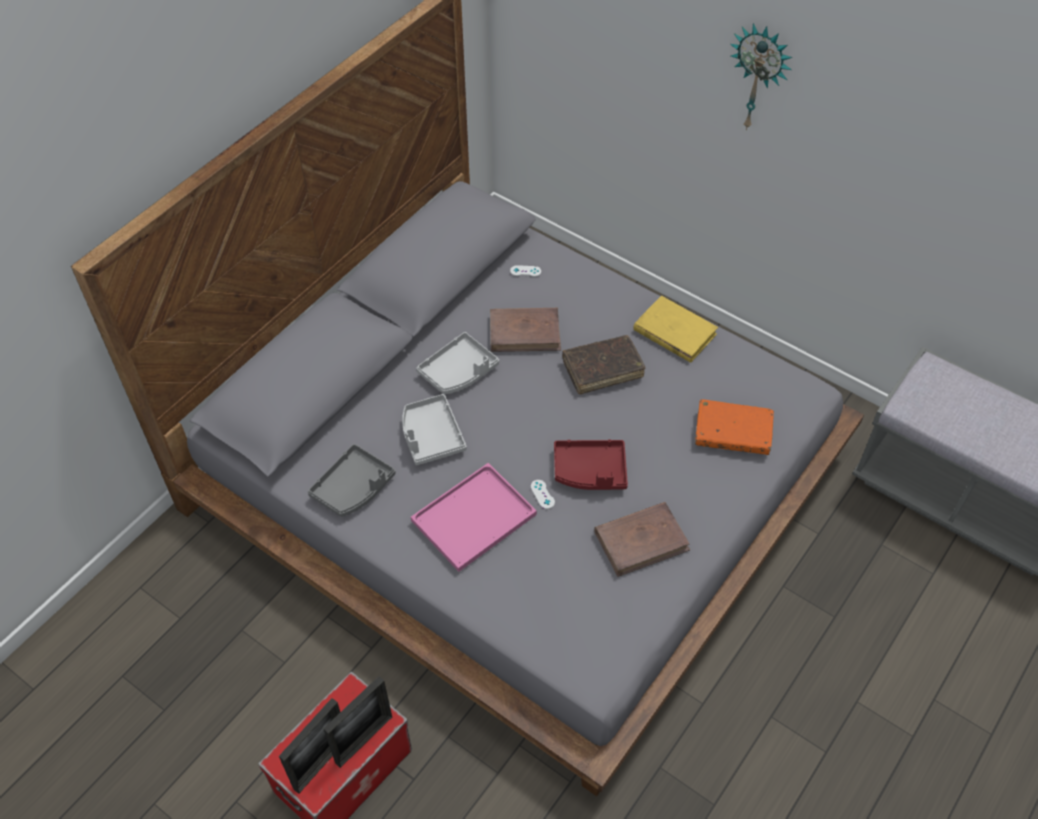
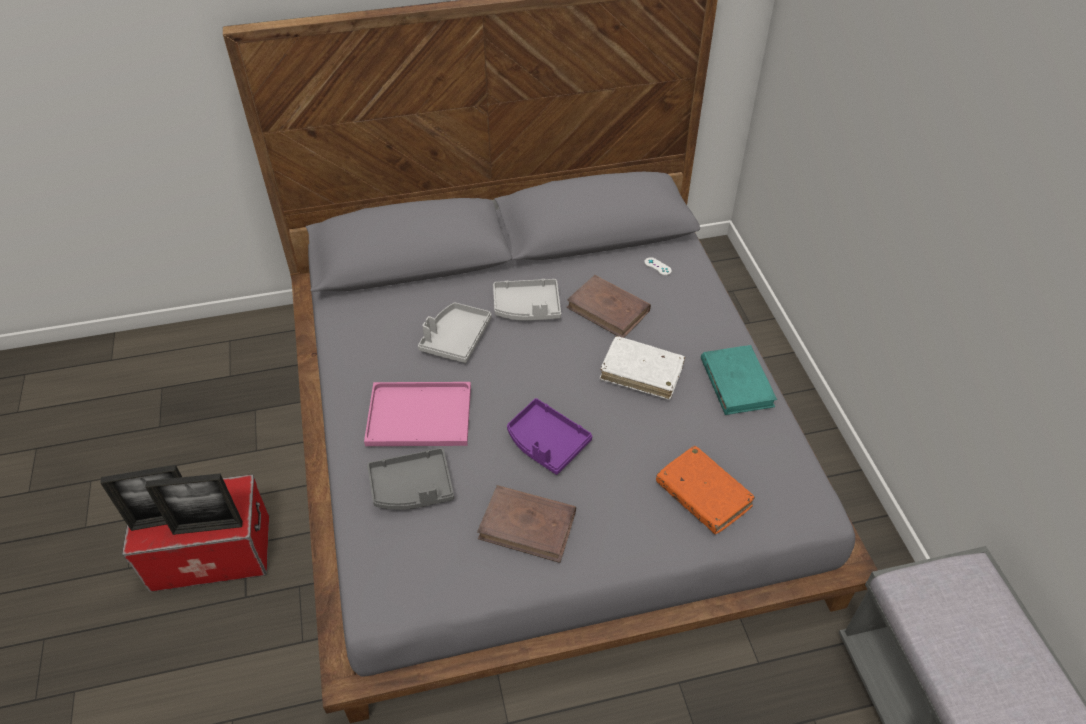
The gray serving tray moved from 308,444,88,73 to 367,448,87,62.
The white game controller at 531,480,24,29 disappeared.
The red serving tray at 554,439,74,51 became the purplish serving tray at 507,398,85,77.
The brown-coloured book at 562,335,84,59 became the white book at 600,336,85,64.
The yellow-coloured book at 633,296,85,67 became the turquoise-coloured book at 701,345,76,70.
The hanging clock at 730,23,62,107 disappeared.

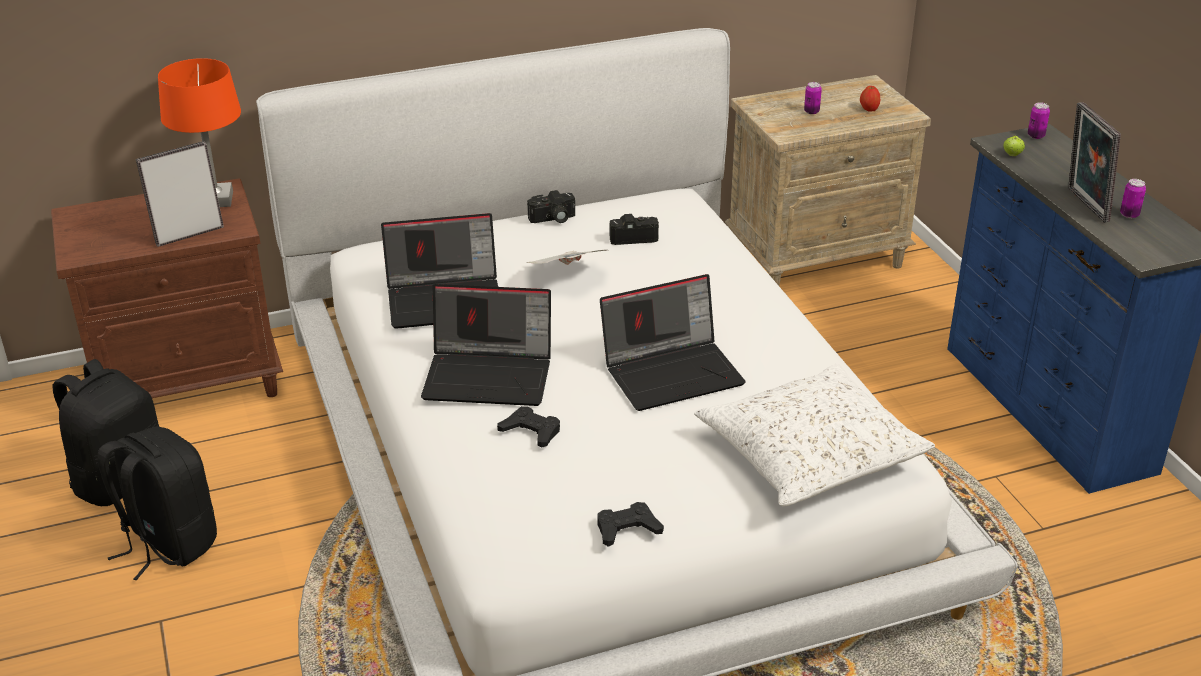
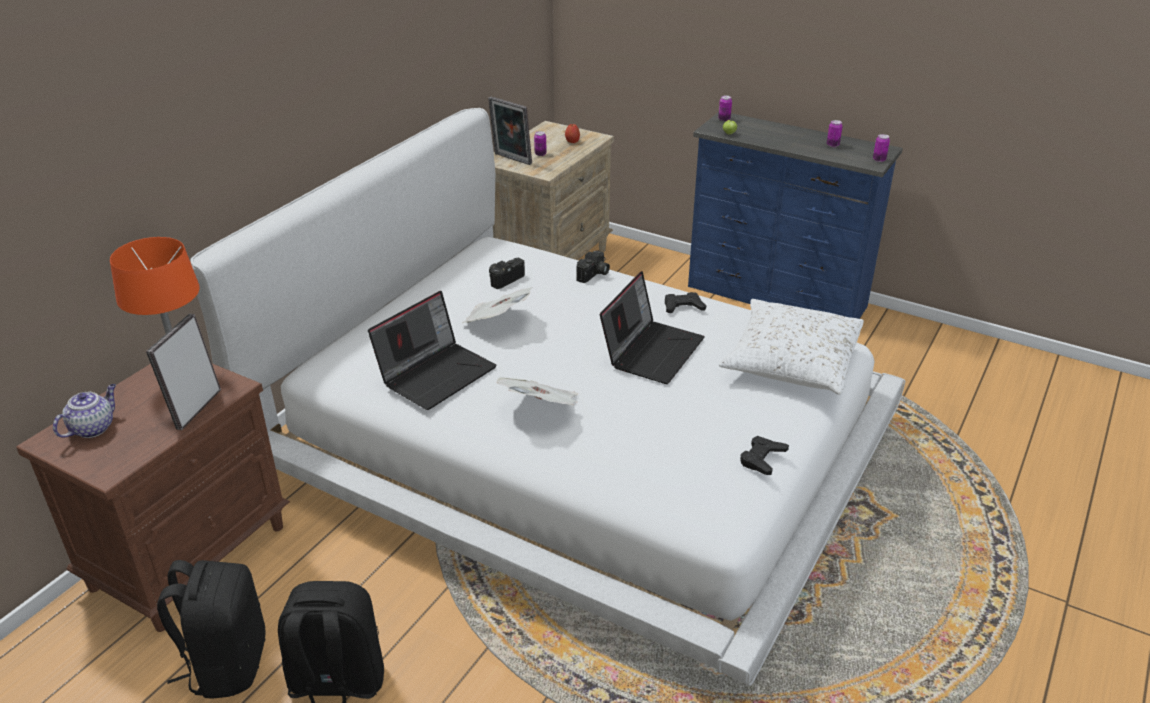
The portable computer at 421,284,130,122 was replaced by the printed paper at 497,377,81,29.
The black game controller moved from 497,406,63,42 to 665,292,41,21.
The photo camera moved from 527,190,48,33 to 576,250,34,33.
The standing frame moved from 1068,102,53,121 to 488,97,44,68.
The tea pot at 53,384,63,54 appeared.
The sealed can at 873,134,17,28 appeared.

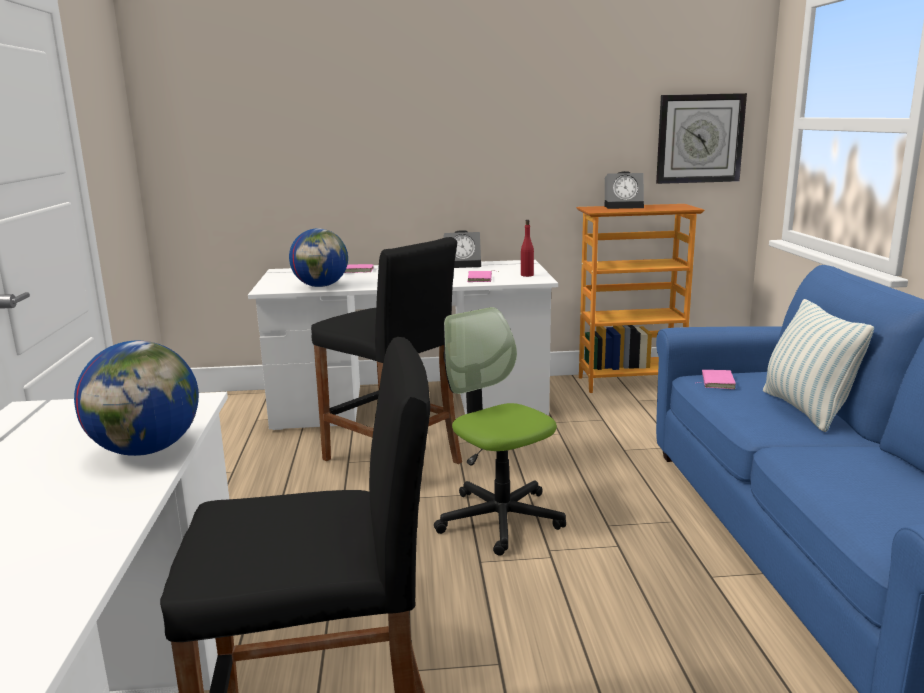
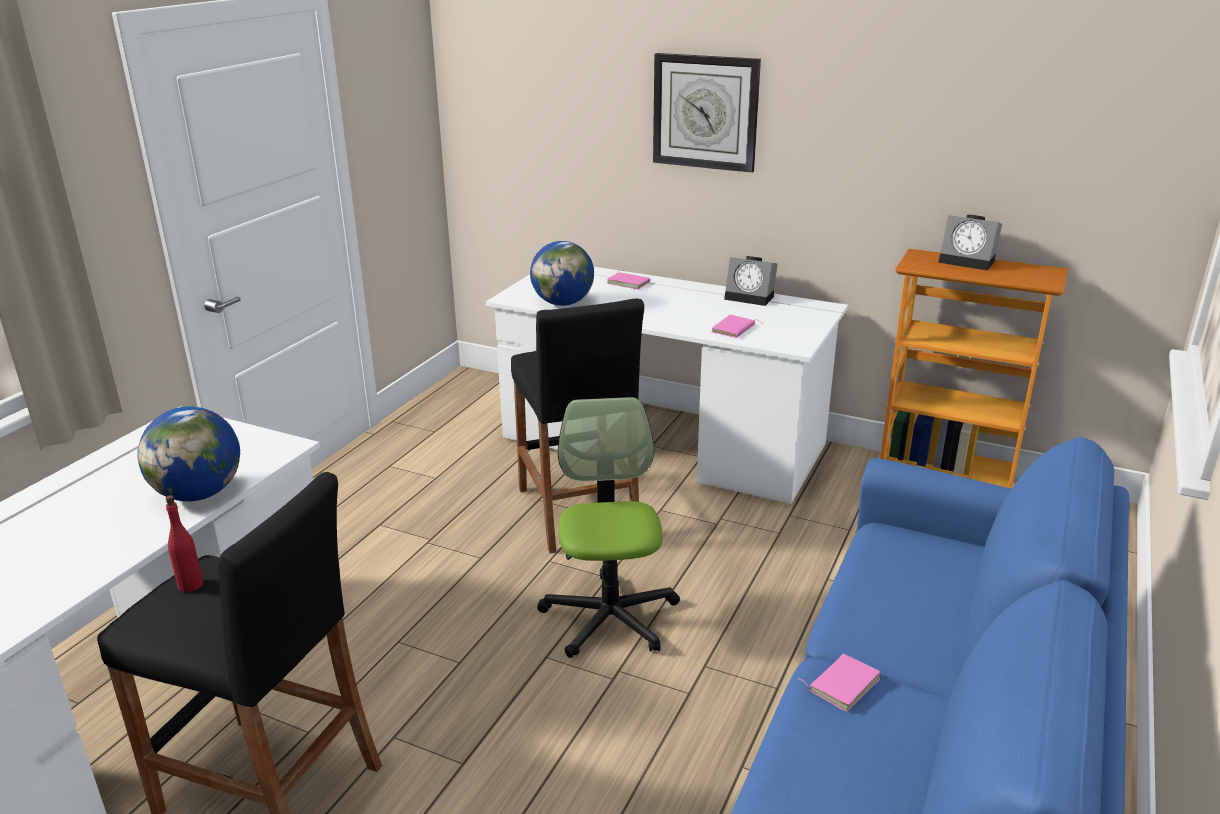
The red beverage bottle moved from 521,220,13,57 to 165,495,38,97.
The hanging clock moved from 656,93,91,91 to 653,53,108,120.
The pink book moved from 697,370,39,19 to 798,654,82,58.
The pillow at 763,299,111,133 disappeared.

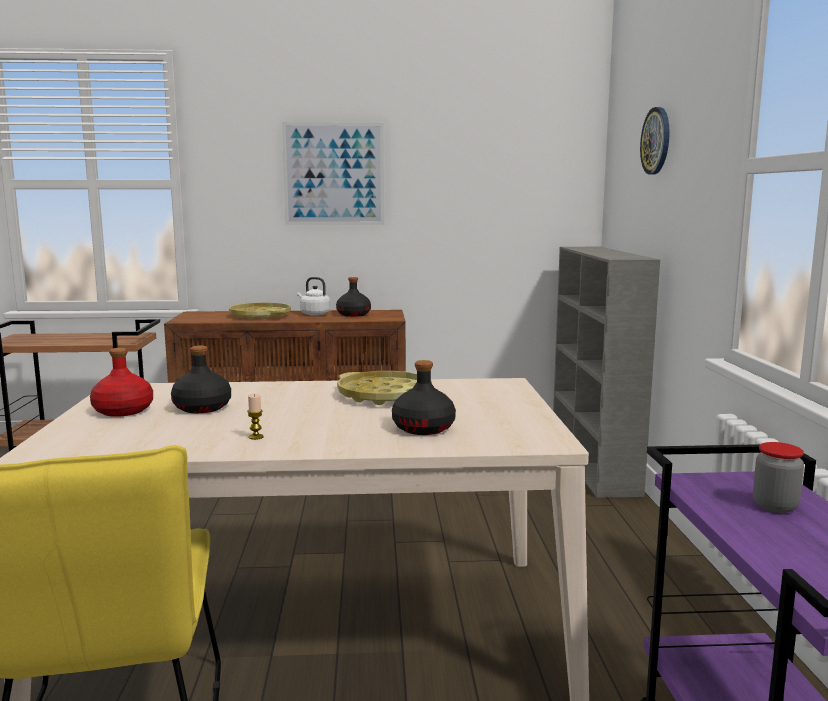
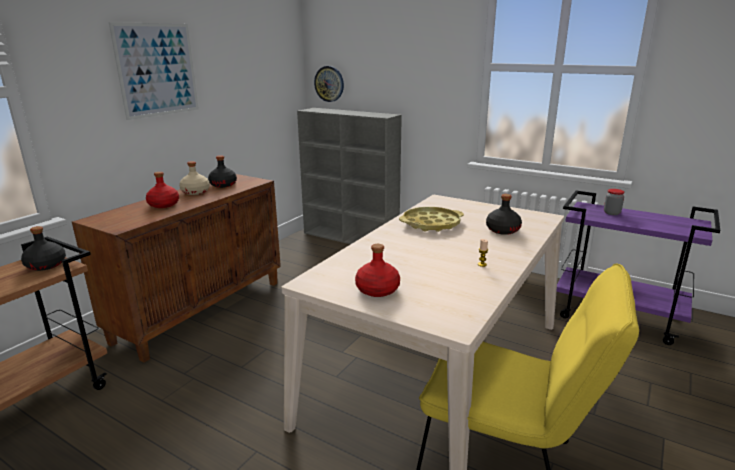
The black beverage bottle moved from 171,345,60,68 to 21,226,45,45.
The yellow-coloured serving tray at 229,303,62,17 was replaced by the red beverage bottle at 146,172,33,36.
The white water kettle at 297,277,34,39 was replaced by the sand-coloured beverage bottle at 179,161,31,34.
The hanging clock moved from 640,107,30,68 to 314,66,30,36.

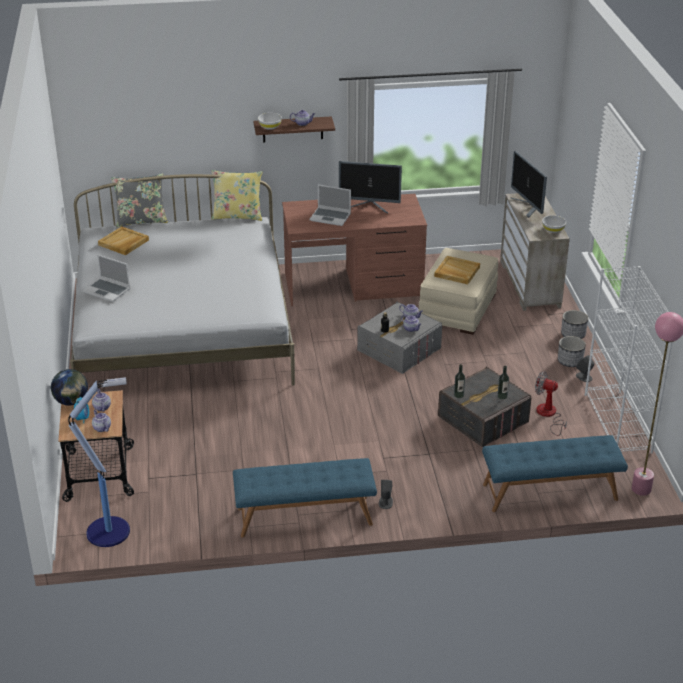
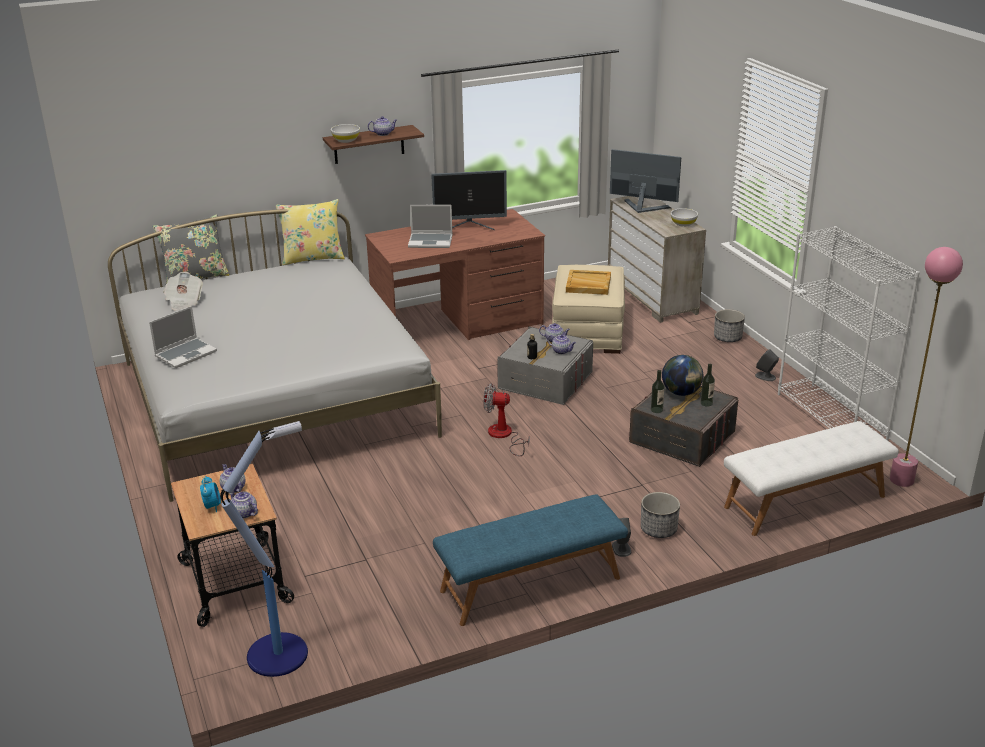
The desk globe moved from 51,369,37,37 to 662,355,41,41.
The portable computer at 83,254,47,48 turned 60 degrees counterclockwise.
The sand-coloured serving tray at 98,226,51,29 was replaced by the printed paper at 163,272,40,38.
The blue indoor bench at 482,435,146,77 became the white indoor bench at 724,421,175,115.
The computer screen at 510,151,37,67 turned 150 degrees clockwise.
The cooling fan moved from 535,371,32,65 to 483,383,46,73.
The planter moved from 558,336,28,31 to 641,492,39,46.

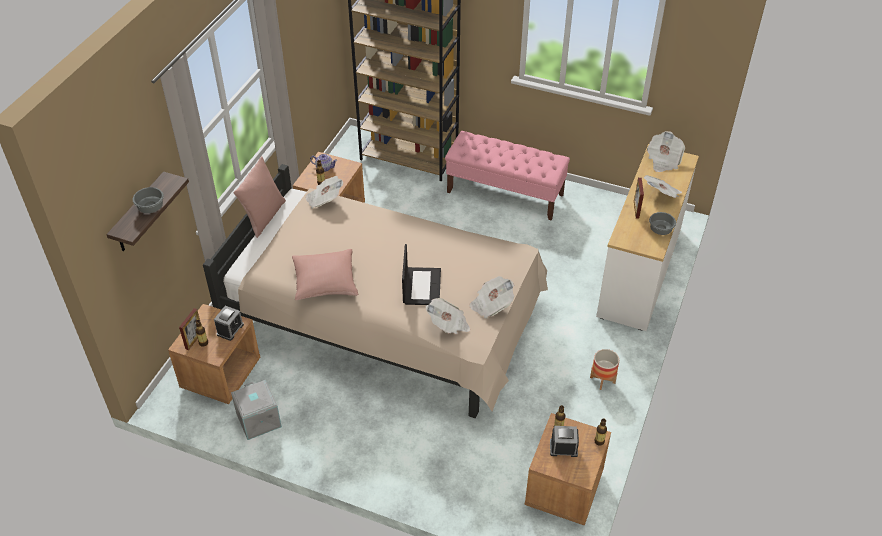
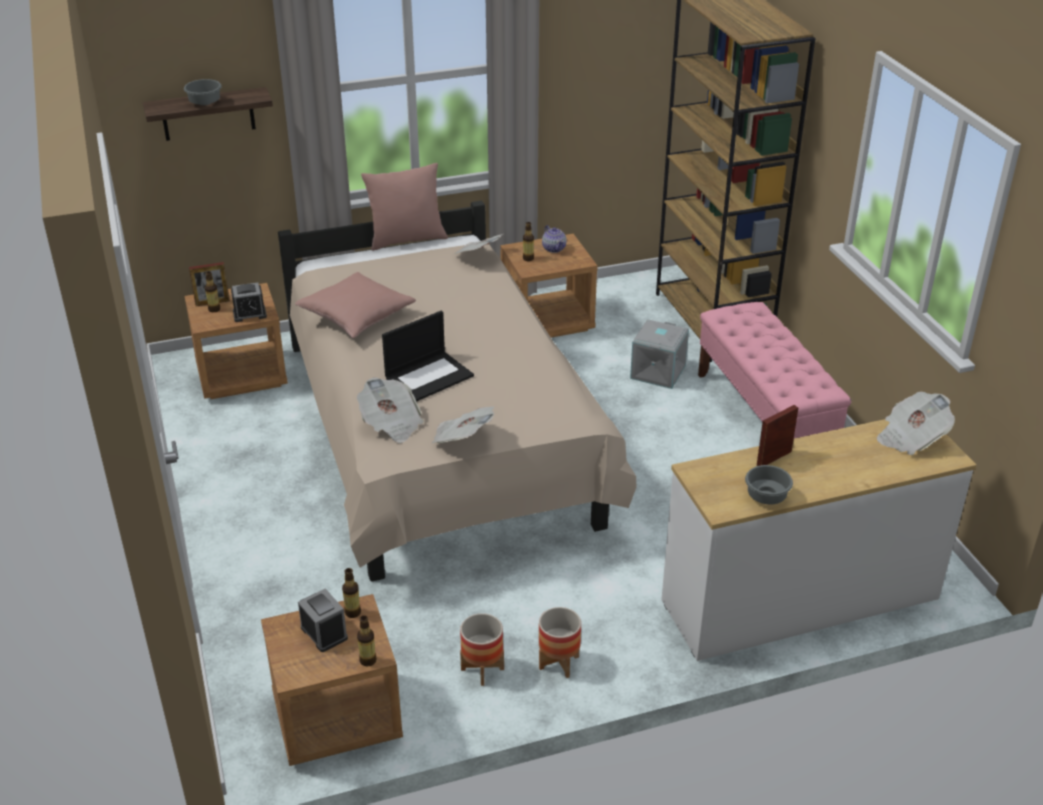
The gray storage container moved from 231,380,51,60 to 630,320,59,69.
The printed paper at 644,175,38,23 disappeared.
The planter at 460,613,44,73 appeared.

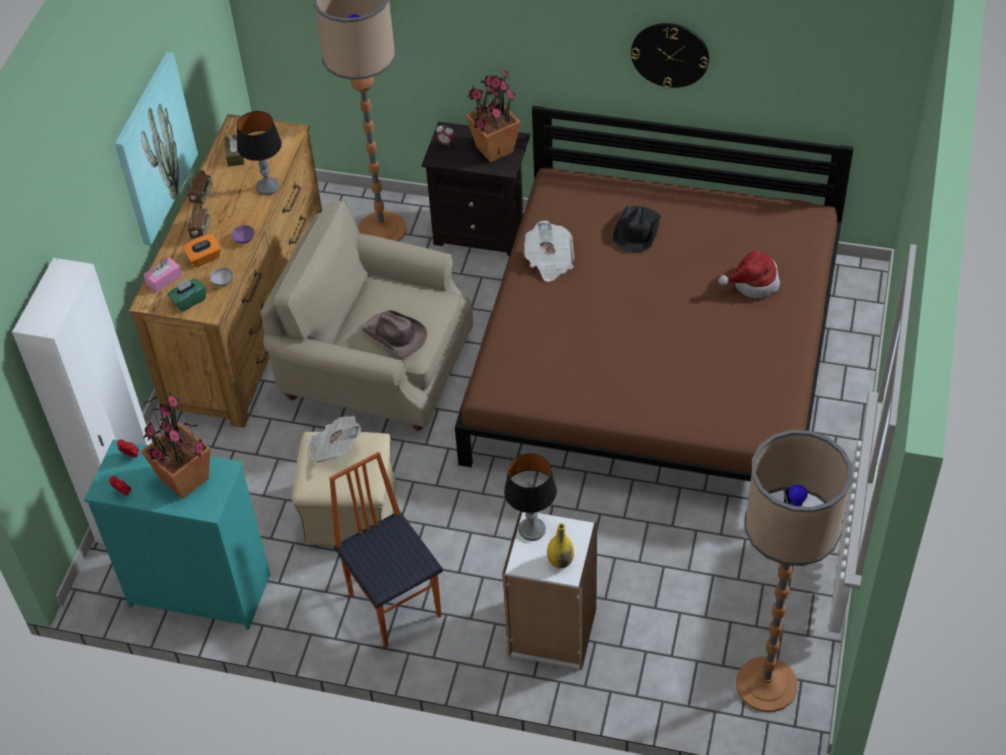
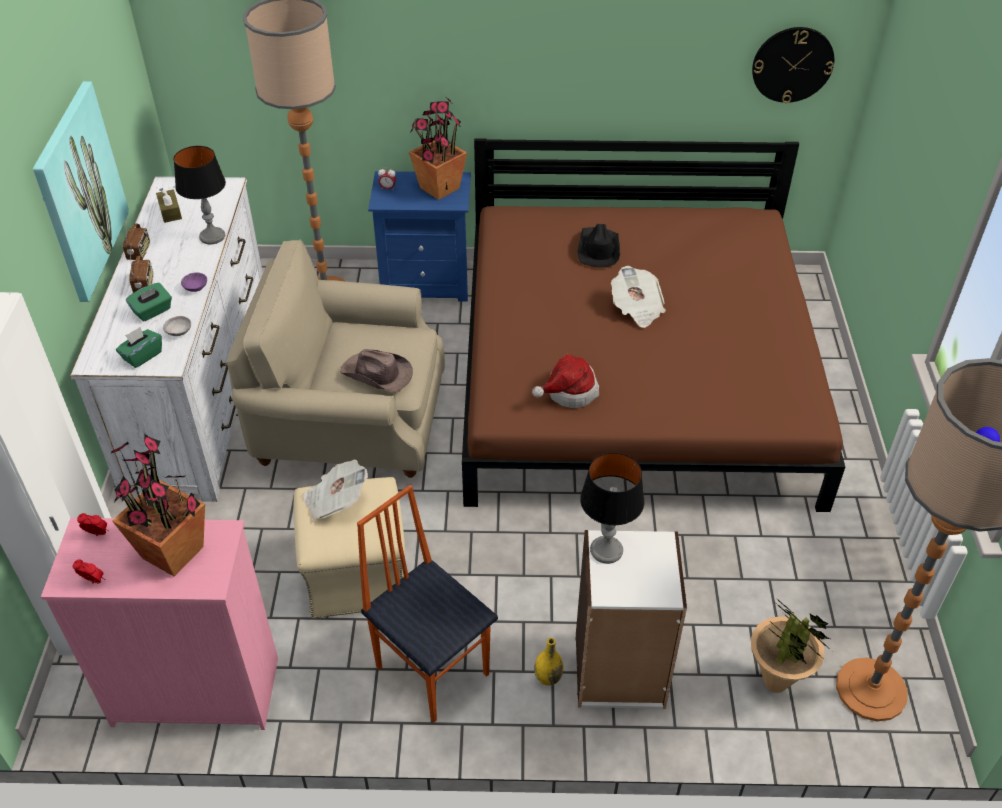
The turquoise-coloured drawer chest at 84,439,186,191 became the pink drawer chest at 41,518,237,212.
The brown-coloured drawer chest at 128,114,194,314 became the white drawer chest at 70,177,193,325.
The pink tissue holder at 143,257,39,35 disappeared.
The orange-coloured tissue holder at 182,234,39,34 became the greenish tissue holder at 126,283,46,39.
The black night table at 421,122,109,134 became the blue night table at 368,171,103,131.
The printed paper moved from 524,221,50,61 to 611,266,55,62.
The yellow-coloured flower vase moved from 547,523,27,45 to 534,638,29,48.
The hanging clock moved from 631,23,78,66 to 752,27,82,76.
The wearable hat moved from 718,250,62,48 to 532,354,67,54.
The potted plant at 751,600,81,93 appeared.

